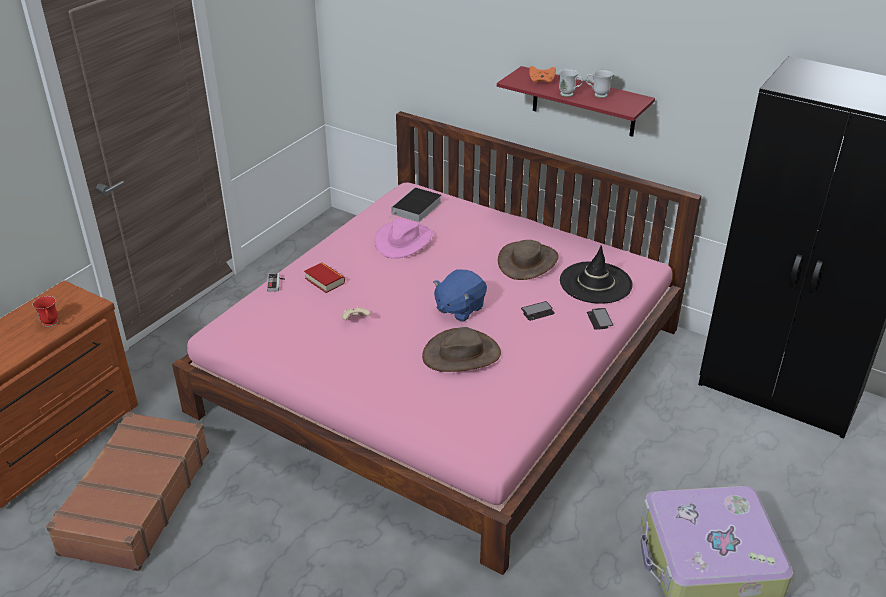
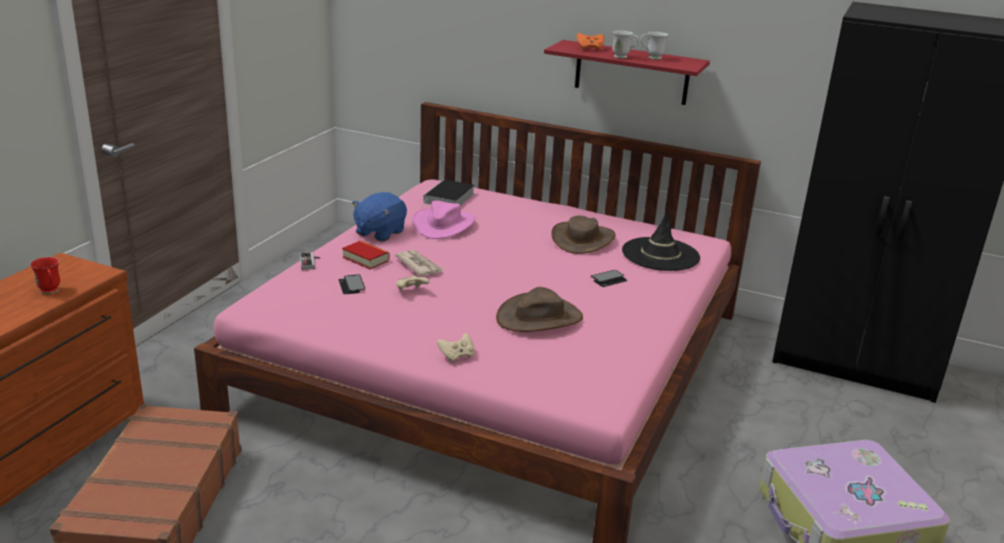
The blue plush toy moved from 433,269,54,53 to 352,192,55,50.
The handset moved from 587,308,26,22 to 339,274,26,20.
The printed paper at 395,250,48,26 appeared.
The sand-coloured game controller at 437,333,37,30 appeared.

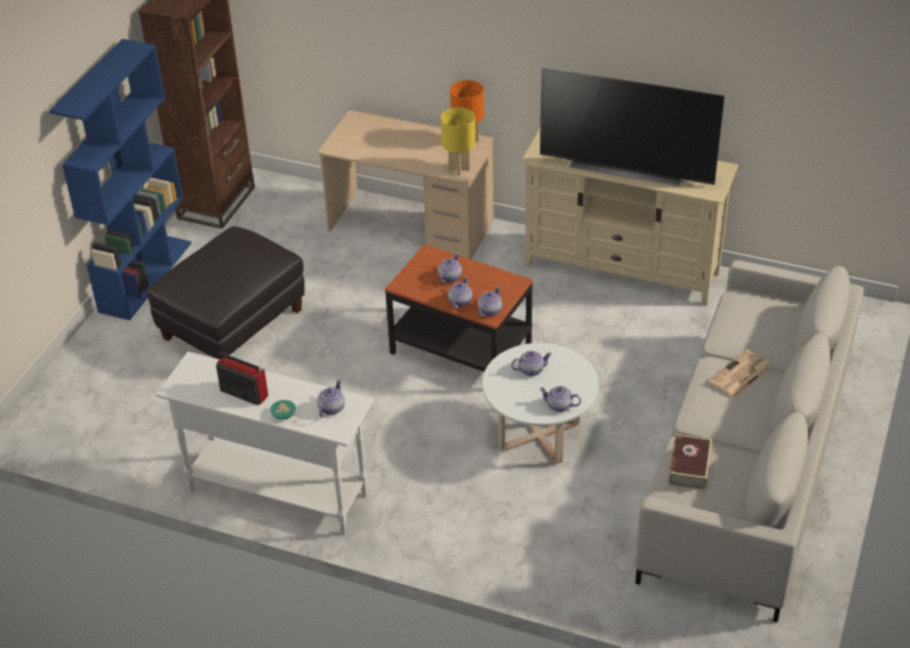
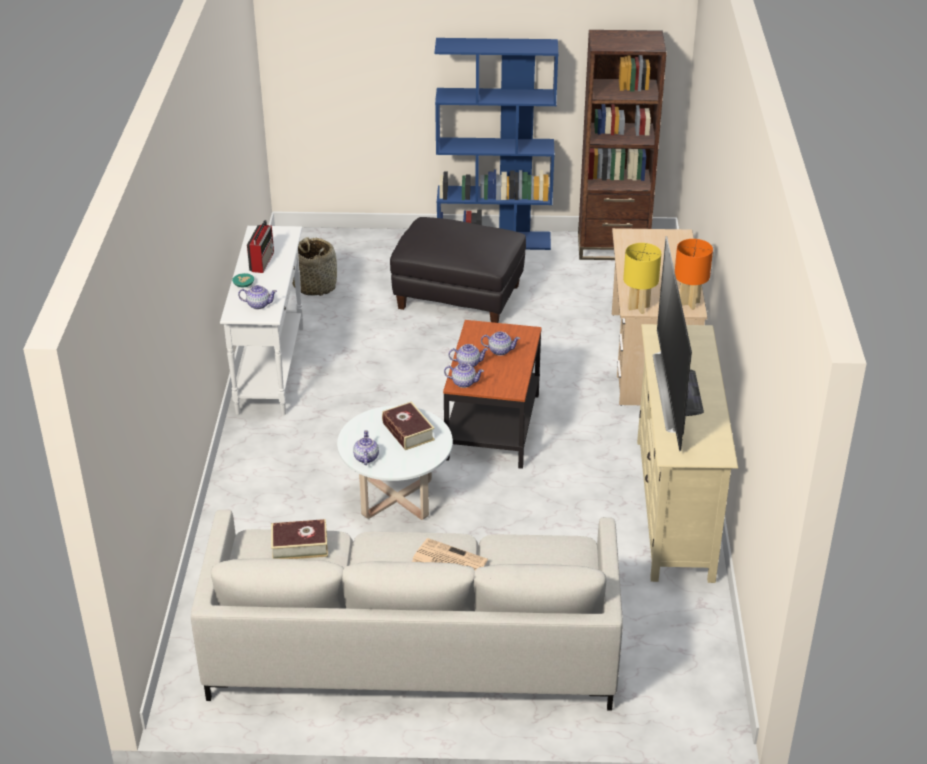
The tea pot at 511,351,41,25 was replaced by the book at 382,401,53,49.
The household basket at 292,237,45,59 appeared.

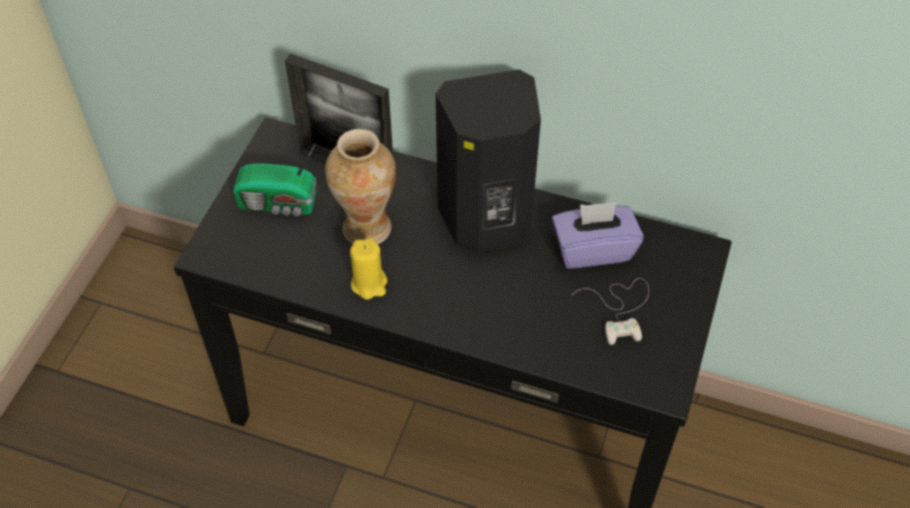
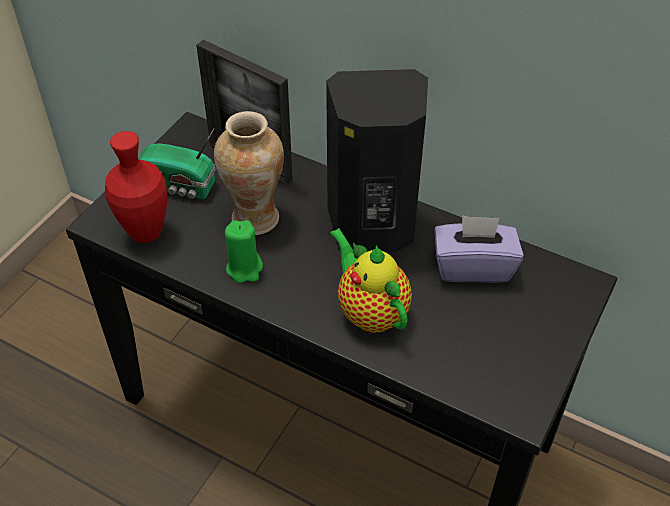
The yellow-coloured wax candle at 350,238,37,61 became the greenish wax candle at 225,220,38,63.
The white game controller at 571,278,78,67 disappeared.
The red flower vase at 105,131,62,112 appeared.
The tea pot at 330,228,82,105 appeared.

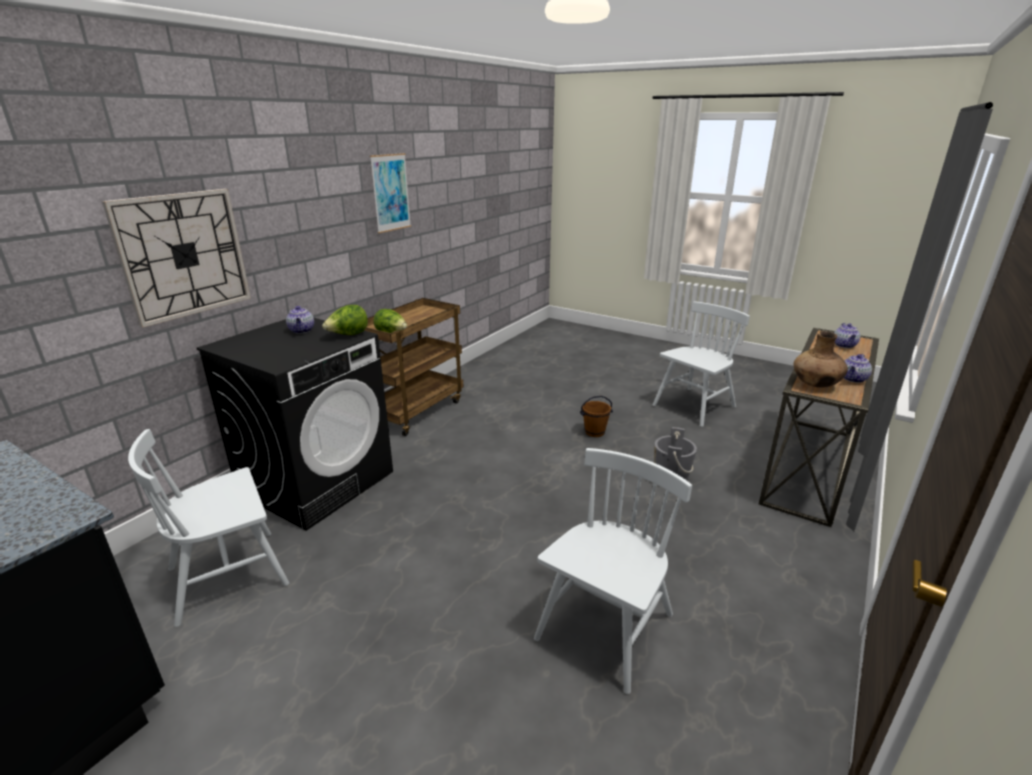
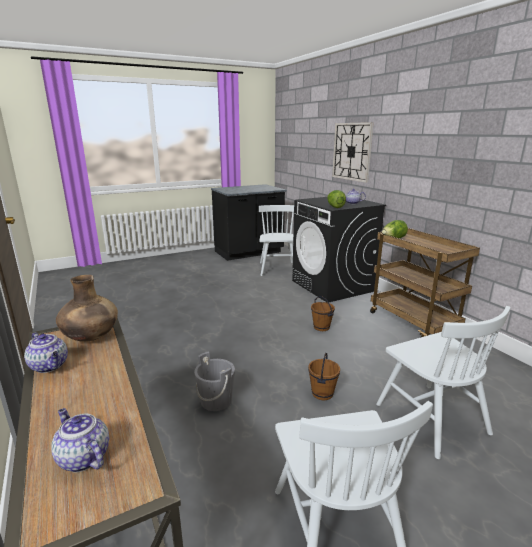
The wall picture at 370,153,41,80 disappeared.
The white upright chair moved from 534,448,158,246 to 376,306,134,153.
The tea pot at 844,354,28,29 turned 150 degrees clockwise.
The brown-coloured bucket at 311,296,24,35 appeared.

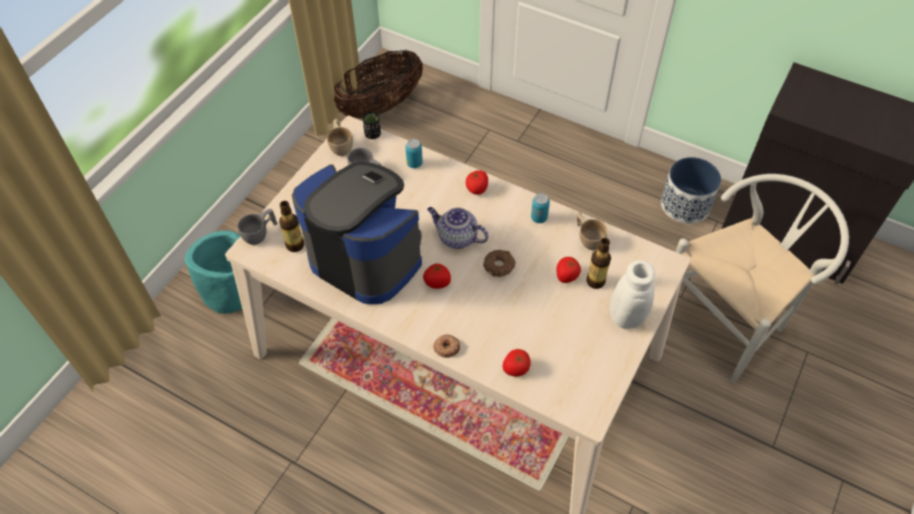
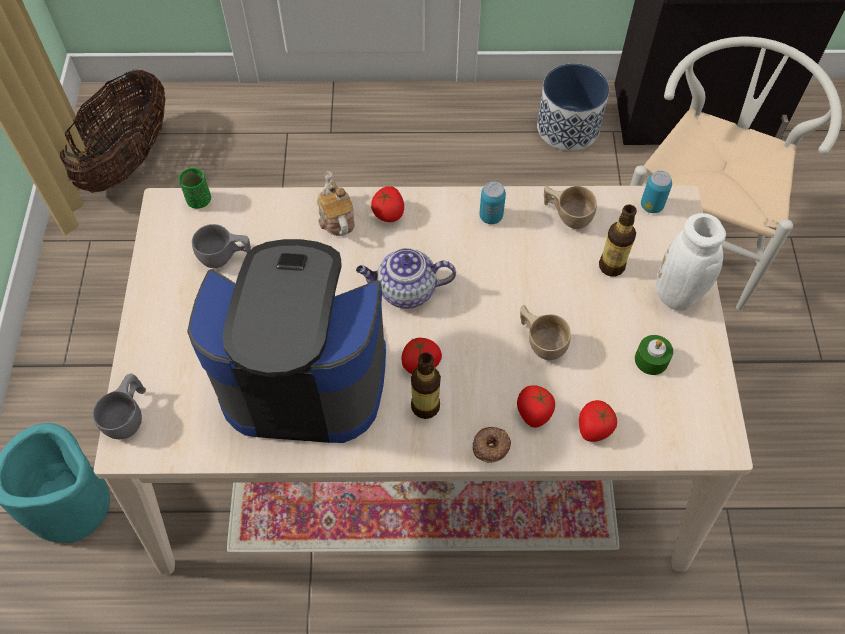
The beverage bottle moved from 279,201,25,51 to 411,352,30,67.
The sand-coloured drinking cup moved from 327,119,26,37 to 520,305,51,55.
The black drinking cup at 363,112,18,27 became the greenish drinking cup at 179,168,32,41.
The sealed can moved from 405,139,18,29 to 641,171,31,42.
The donut at 483,250,33,27 disappeared.
The tomato moved from 556,257,25,26 to 517,385,38,43.
The tea pot at 317,171,38,65 appeared.
The greenish wax candle at 635,335,38,40 appeared.

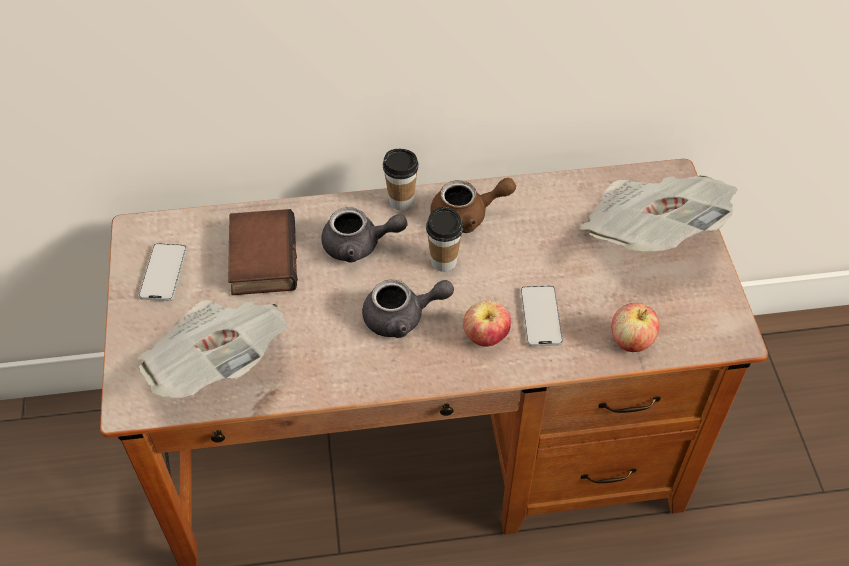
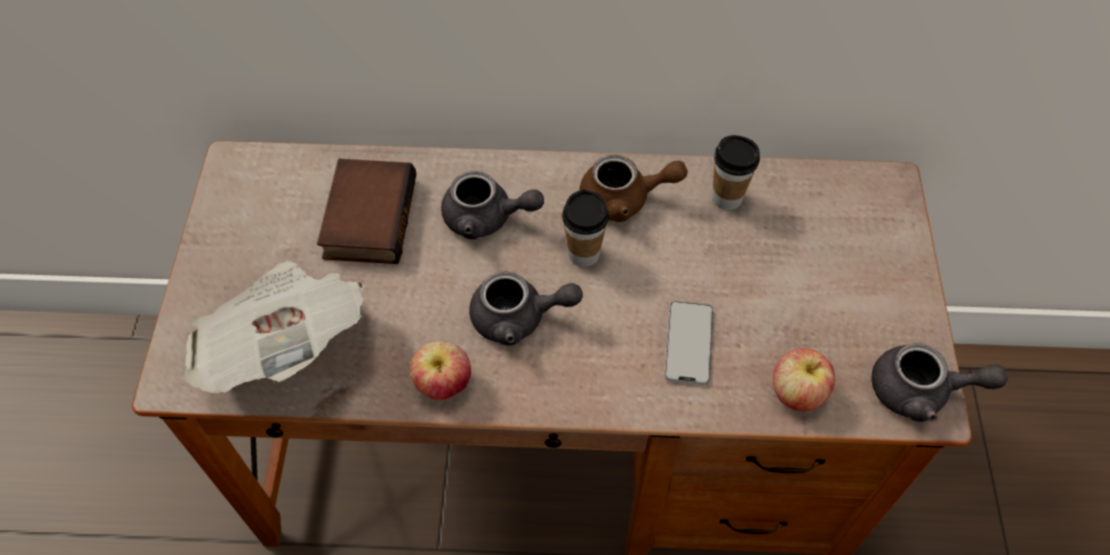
The handset at 139,243,48,58 disappeared.
The drinking cup moved from 383,149,36,61 to 712,135,48,75.
The whole apple moved from 463,300,48,47 to 410,341,61,59.
The printed paper at 580,176,158,76 disappeared.
The gray tea pot at 872,343,136,79 appeared.

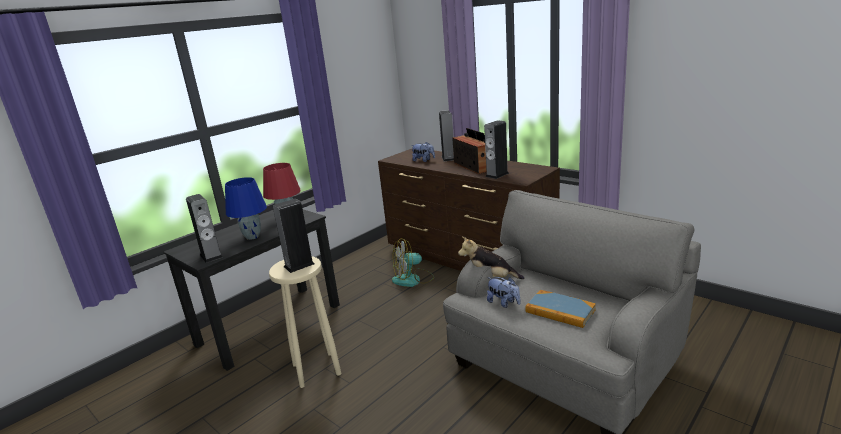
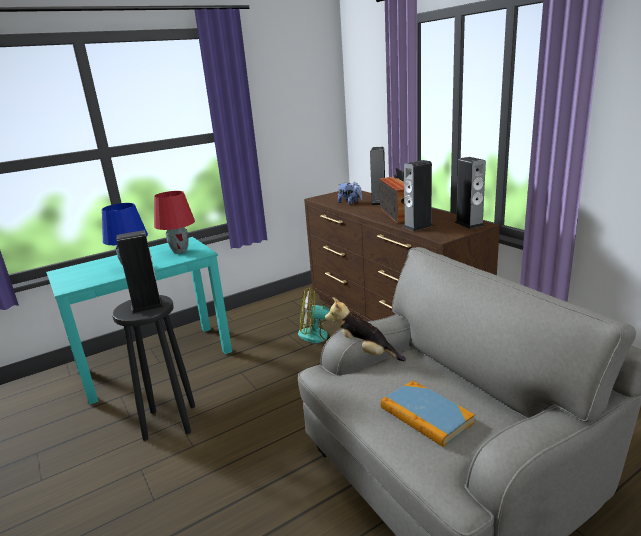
The black desk table at 164,209,176,162 became the turquoise-coloured desk table at 46,237,186,168.
The audio speaker moved from 186,194,37,69 to 455,157,31,72.
The sand-coloured stool at 269,256,72,132 became the black stool at 112,295,83,146.
The plush toy at 487,277,33,31 disappeared.

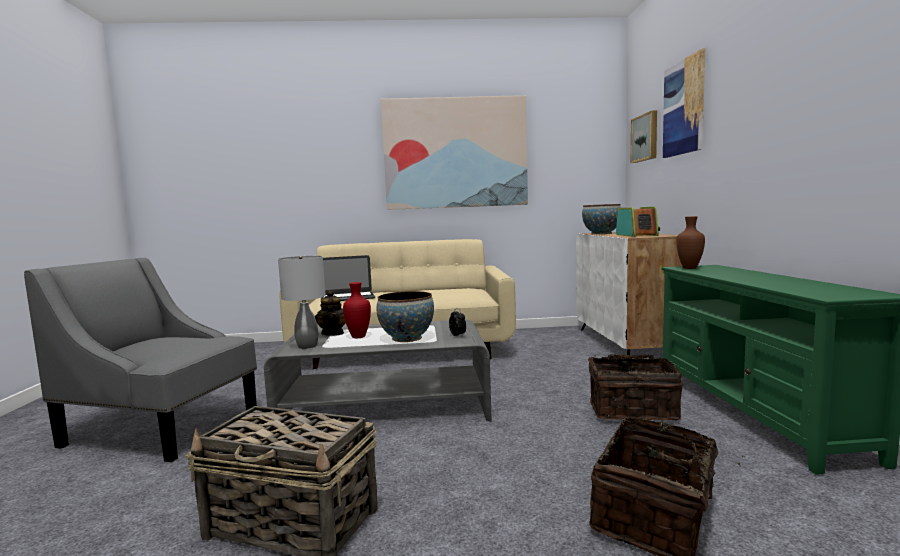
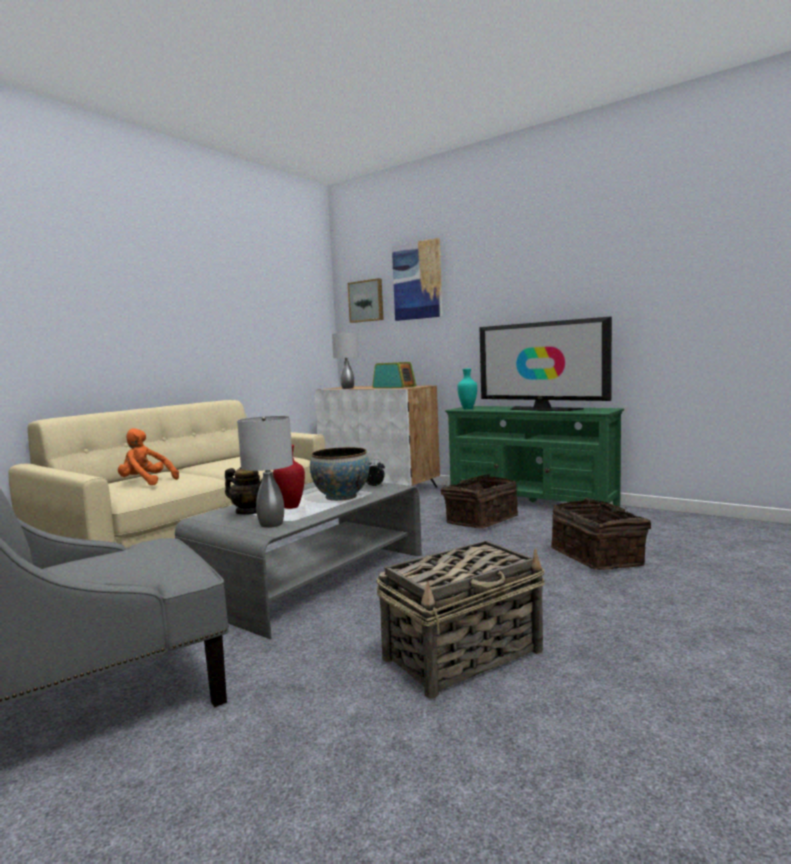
The portable computer at 321,255,54,46 was replaced by the orange-coloured plush toy at 118,428,61,57.
The wall picture at 381,95,147,115 disappeared.
The serving bowl at 582,204,39,30 was replaced by the gray table lamp at 332,333,27,56.
The brown-coloured flower vase at 676,216,29,53 became the turquoise-coloured flower vase at 457,369,20,40.
The TV at 479,316,133,95 appeared.

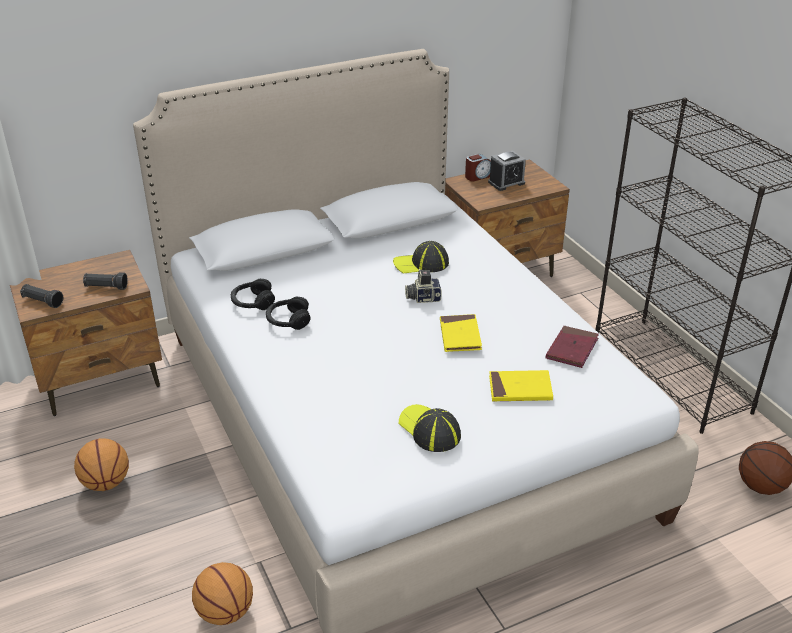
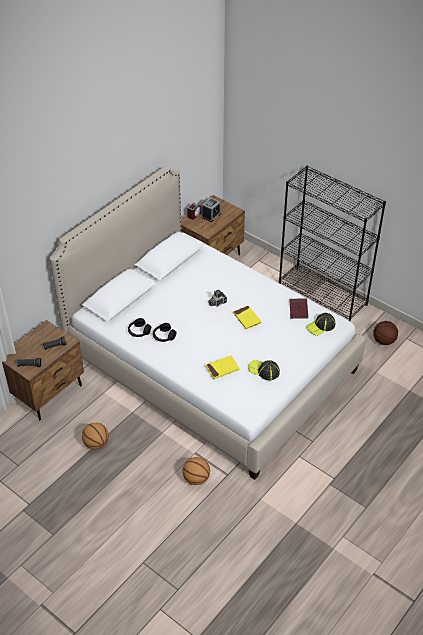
The peaked cap moved from 393,241,56,33 to 307,313,28,23.
The yellow-coloured book moved from 489,370,64,31 to 206,355,34,24.

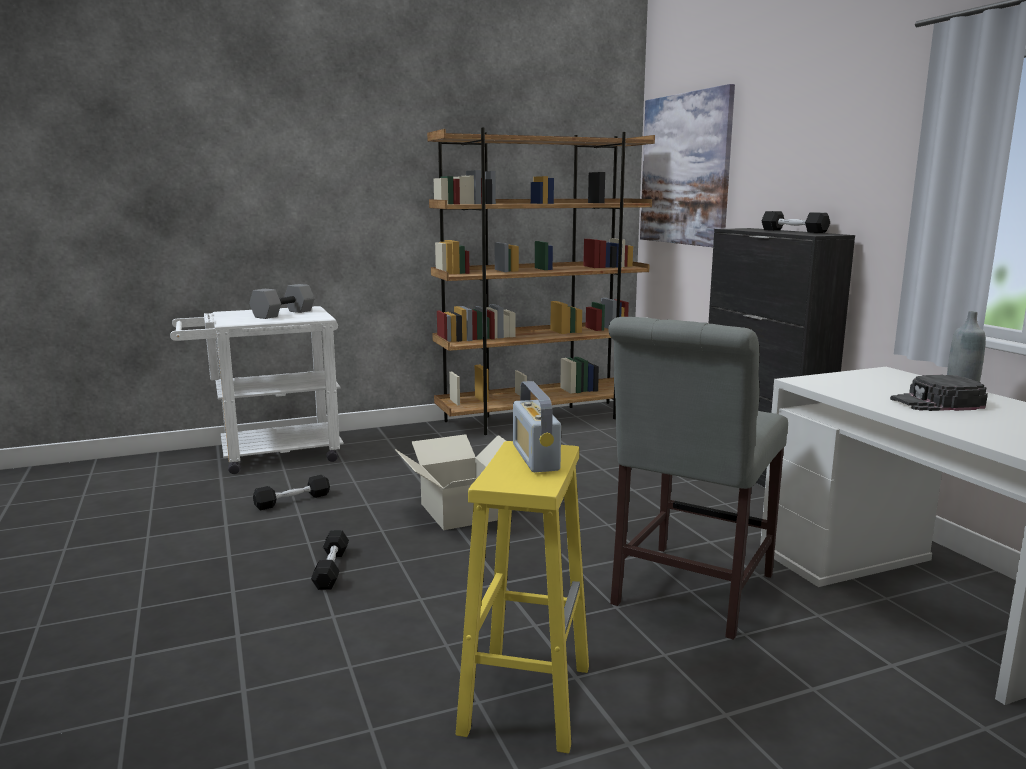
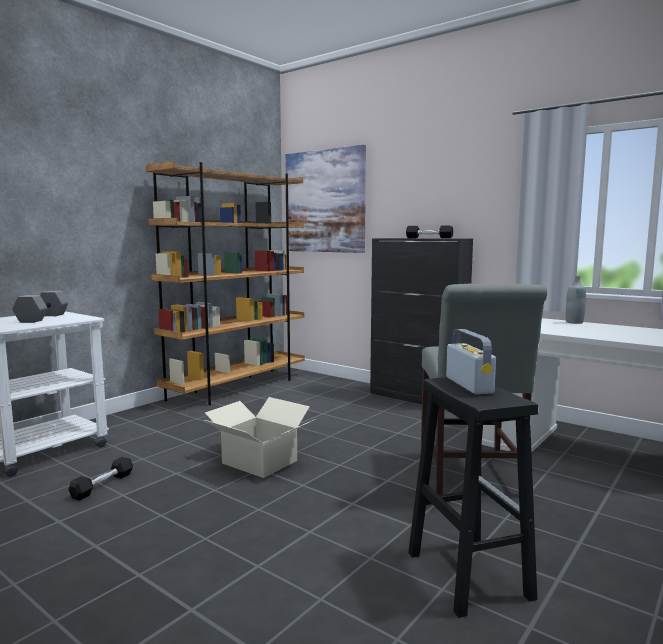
The black dumbbell at 311,530,38,60 disappeared.
The yellow-coloured stool at 456,441,133,313 became the black stool at 408,377,130,241.
The radio receiver at 513,381,48,91 turned 150 degrees counterclockwise.
The black peaked cap at 890,375,98,36 disappeared.

